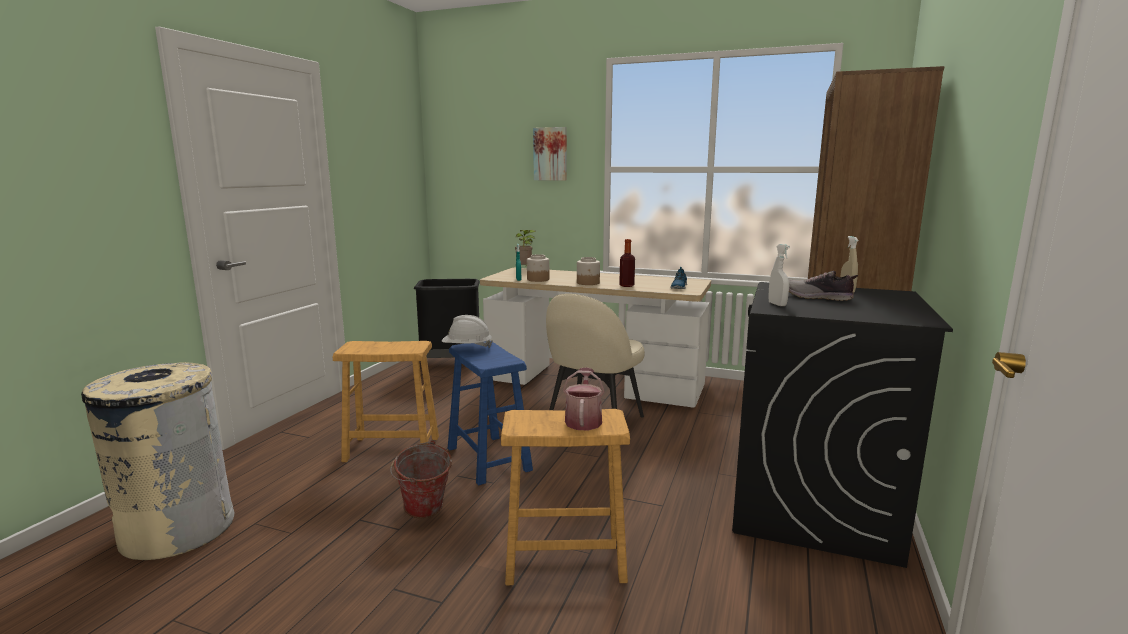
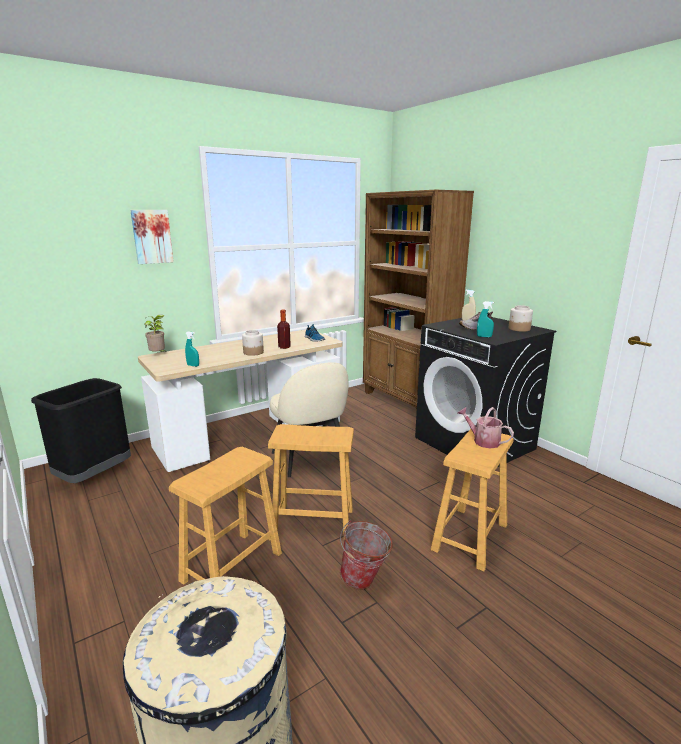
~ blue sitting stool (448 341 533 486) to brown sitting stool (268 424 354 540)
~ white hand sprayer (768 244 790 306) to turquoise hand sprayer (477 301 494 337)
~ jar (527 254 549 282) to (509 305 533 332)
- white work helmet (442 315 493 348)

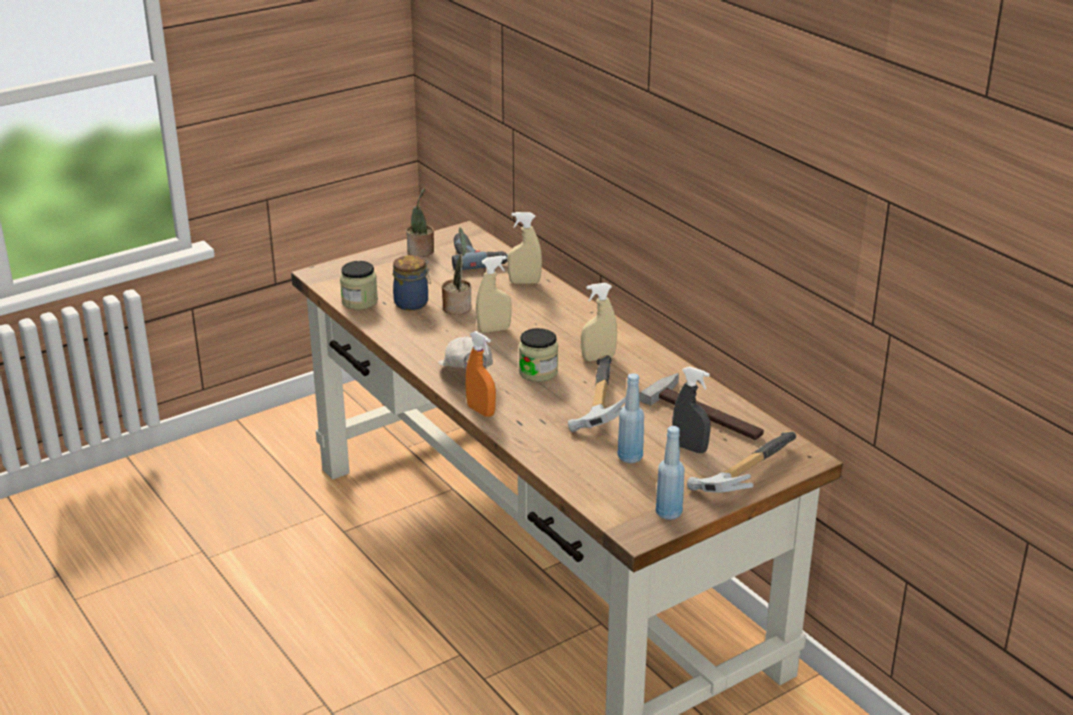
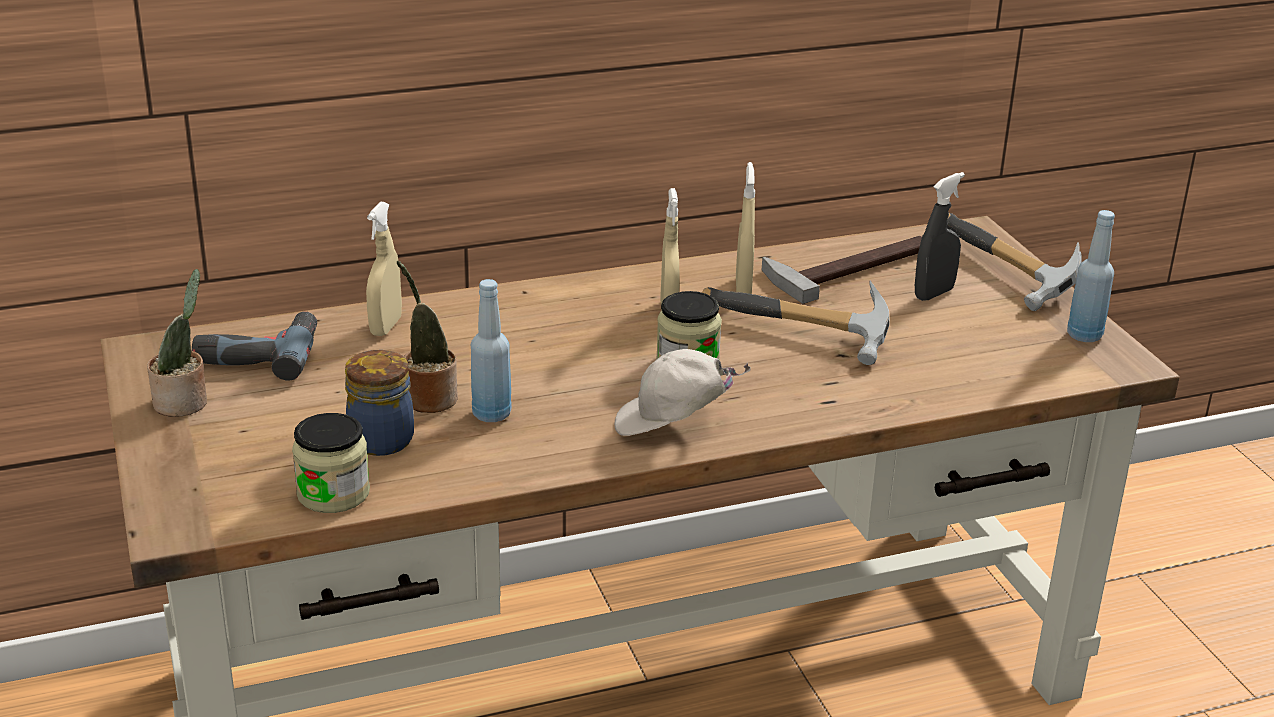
~ blue bottle (618 373 644 463) to (471 279 512 422)
~ sand-coloured hand sprayer (476 256 512 333) to (736 162 755 294)
- orangey hand sprayer (466 331 496 417)

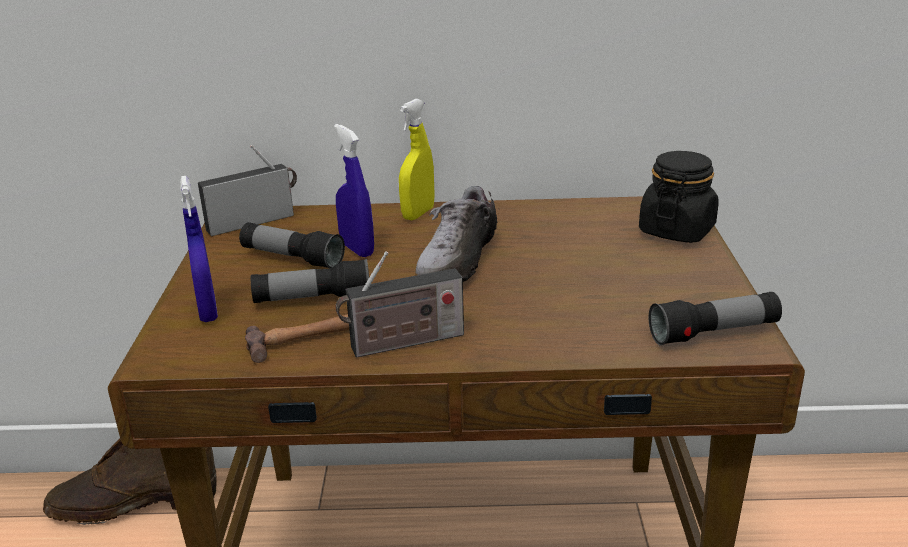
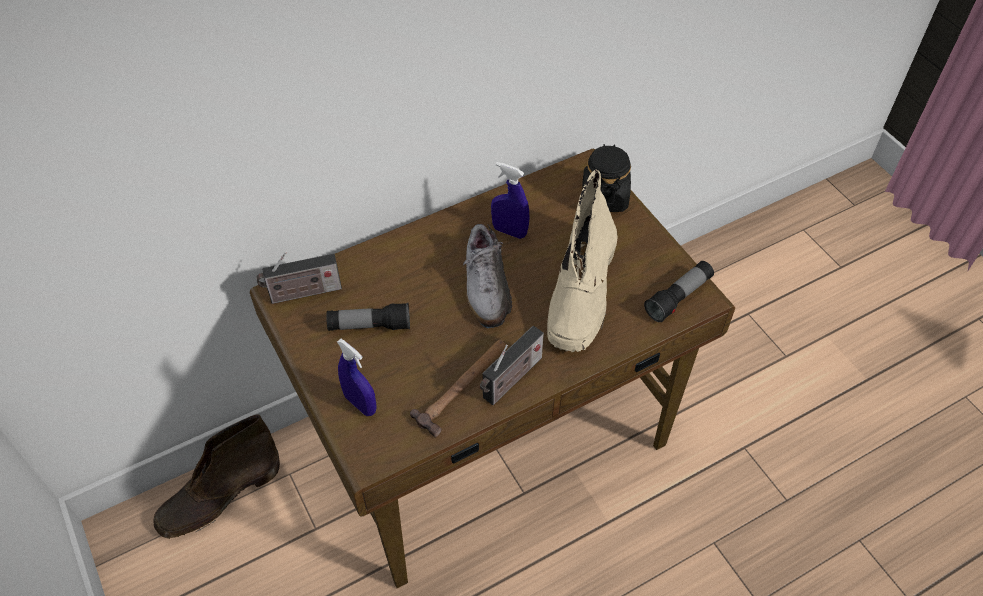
~ radio (198 145 297 236) = (256 252 342 304) 135 degrees counterclockwise
~ blue hand sprayer (334 124 374 257) to (491 162 530 239)
+ sand-coloured tall boot (547 170 618 352)
- hand torch (251 259 369 303)
- yellow hand sprayer (399 99 435 220)

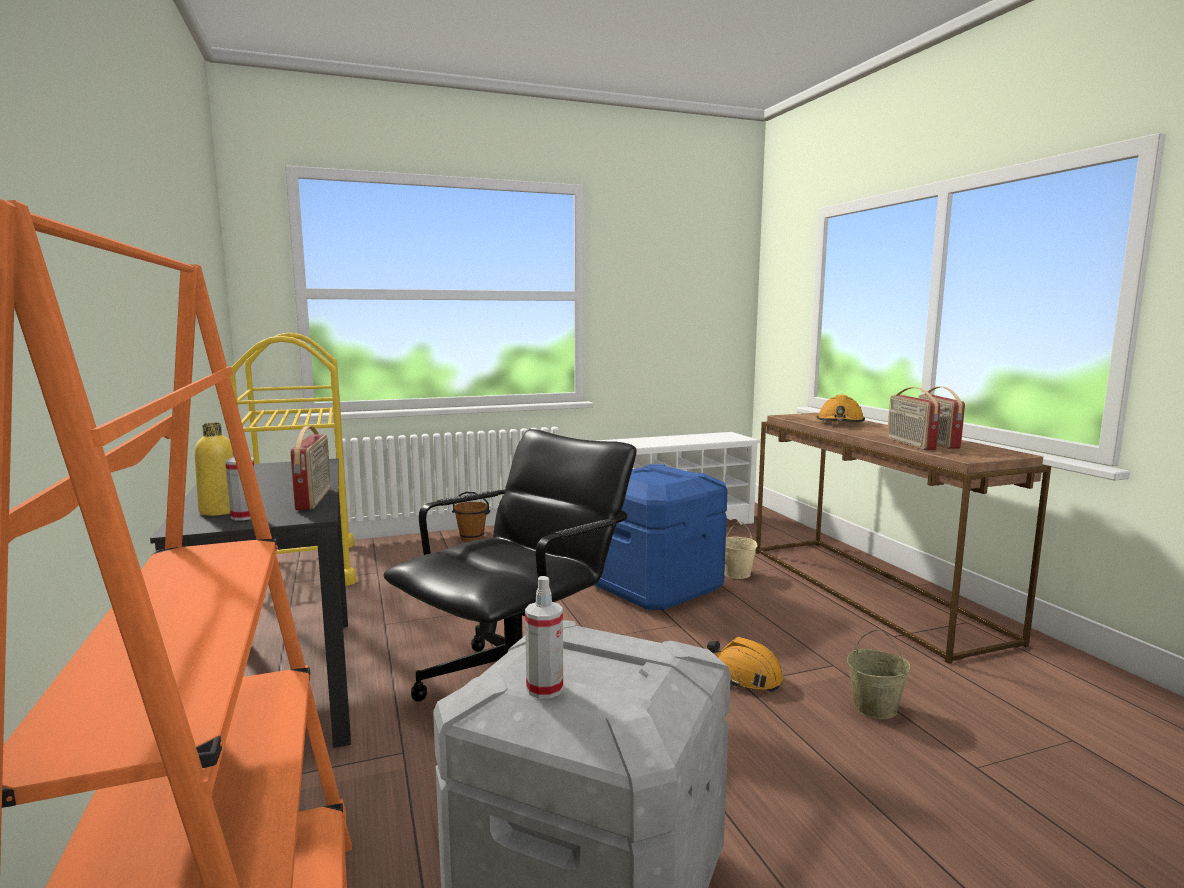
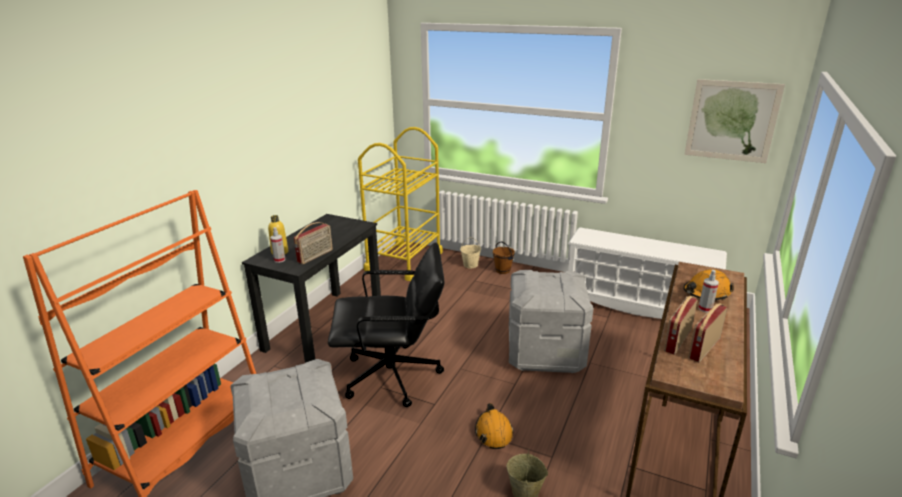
~ sand-coloured water bucket (724 521 757 579) to (460 237 481 268)
~ blue storage bin (595 464 727 610) to grey storage bin (509 270 594 373)
+ wall picture (684 79 785 163)
~ hand sprayer (525 576 563 699) to (698 270 719 313)

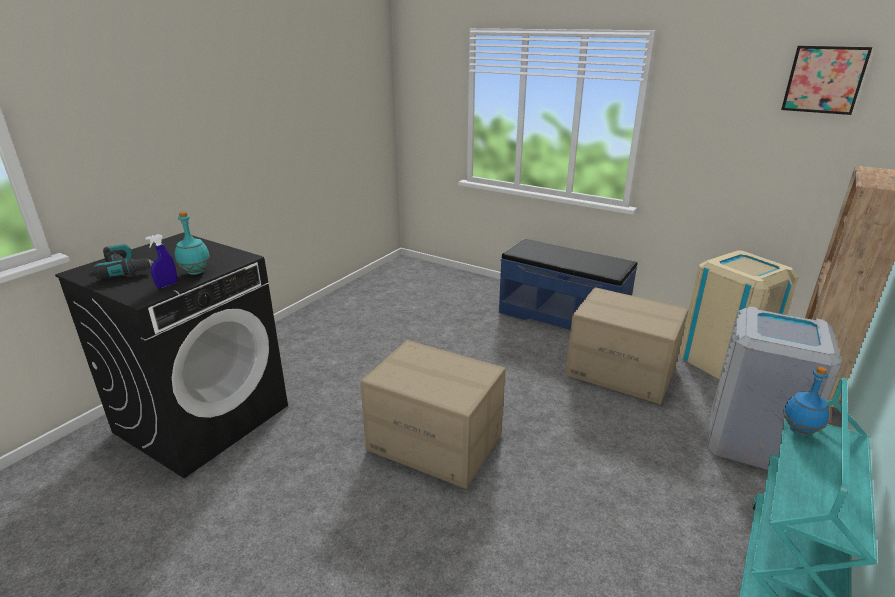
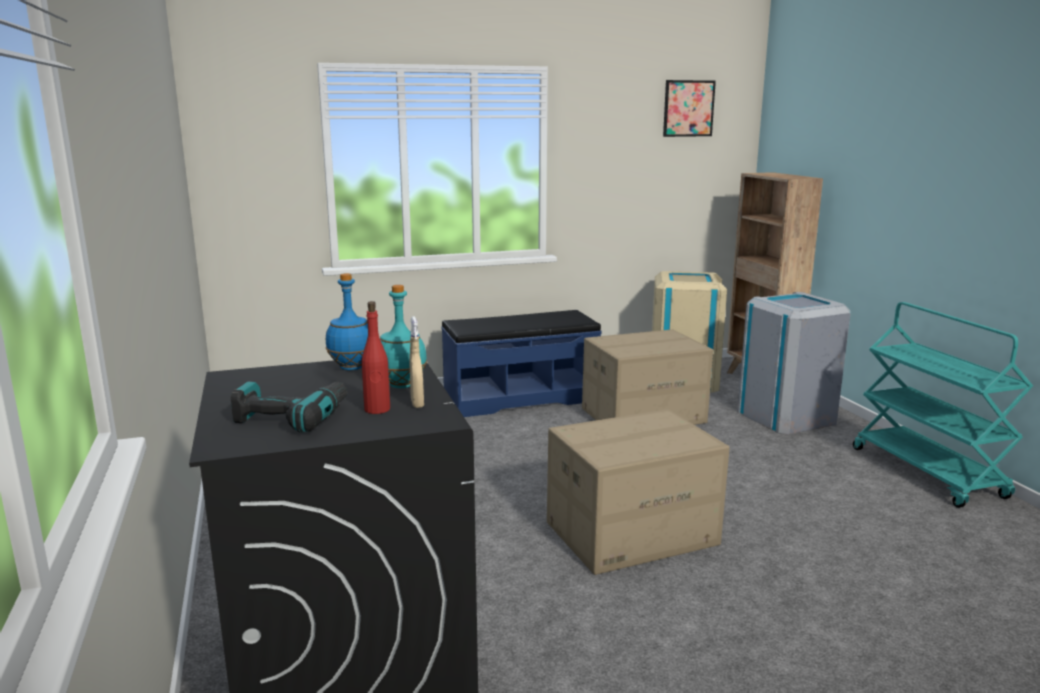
~ blue bottle (783 367 829 436) to (326 273 368 370)
+ red bottle (362 301 390 414)
~ blue hand sprayer (145 234 177 288) to sand-coloured hand sprayer (410 316 424 408)

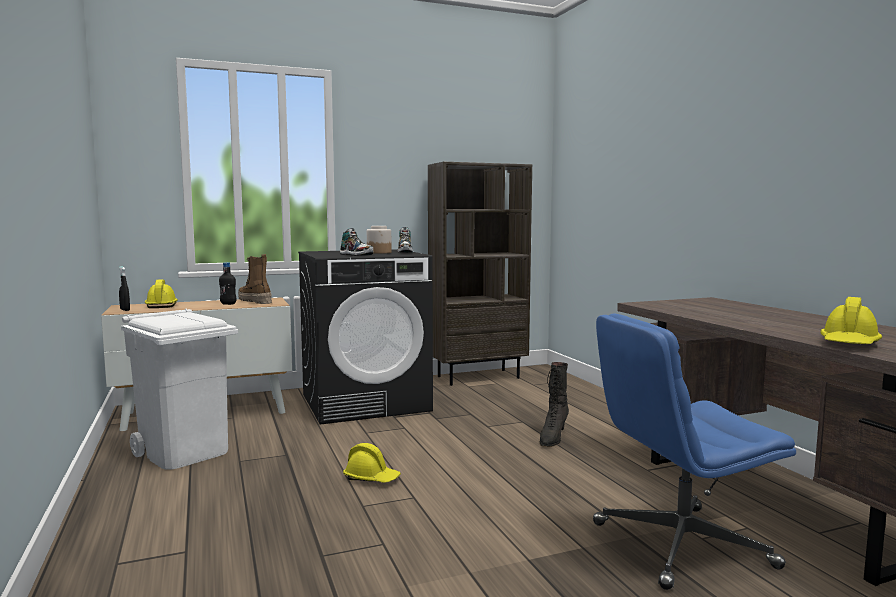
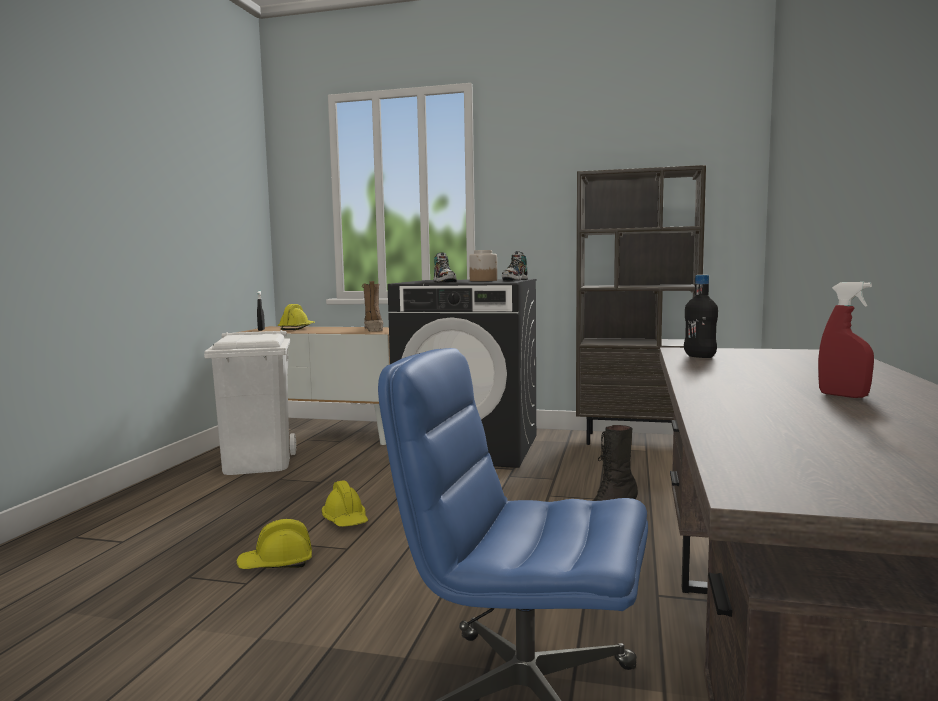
~ yellow work helmet (820 297 882 344) to (236 519 312 569)
~ black bottle (219 262 237 305) to (684 275 718 358)
+ red hand sprayer (818 282 874 398)

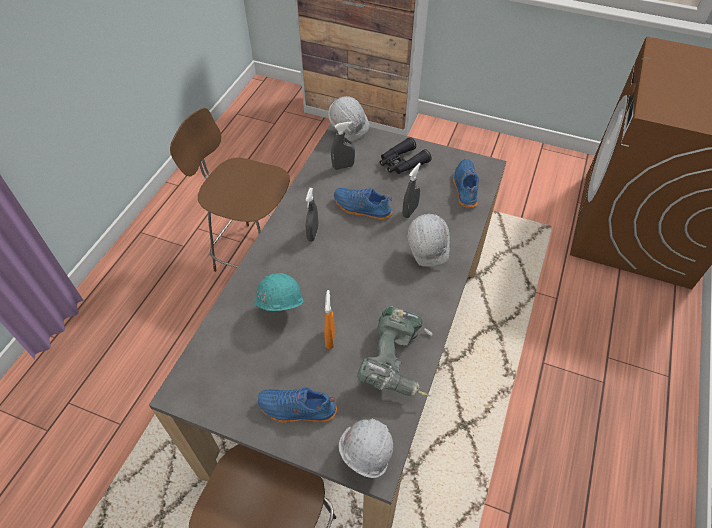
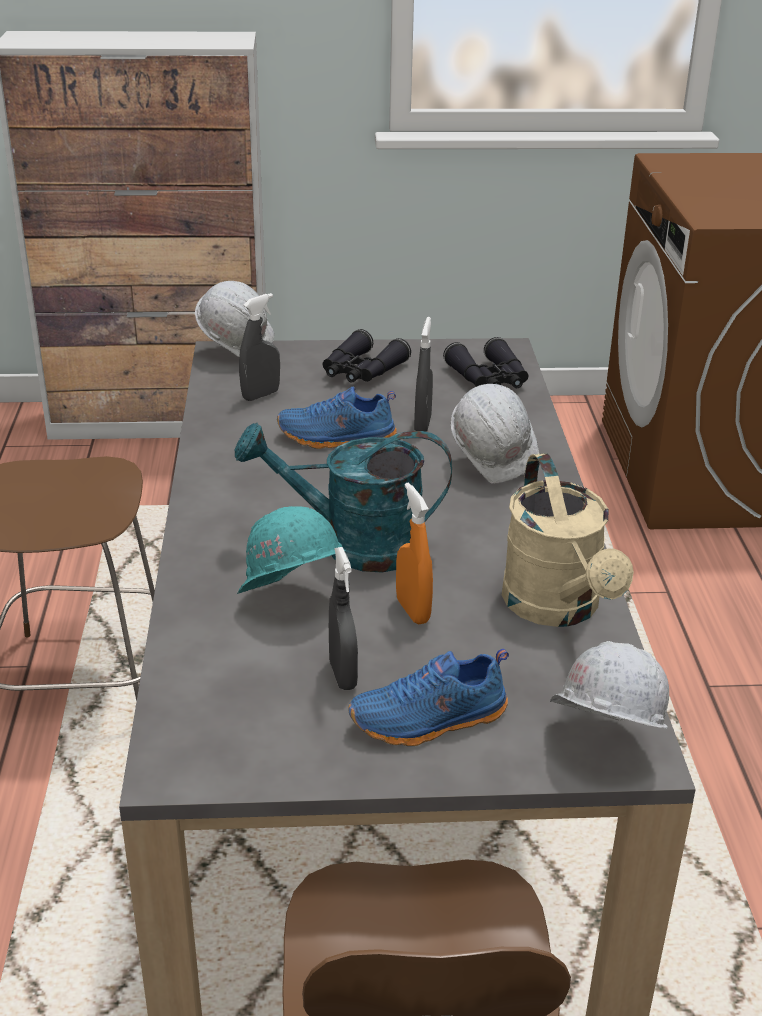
+ turquoise watering pot (235 423 452 572)
~ grey hand sprayer (306 188 318 242) to (329 547 358 690)
~ blue low shoe (453 159 479 208) to black field glasses (443 337 528 388)
~ electric drill (357 306 433 396) to sand-coloured watering pot (502 453 634 627)

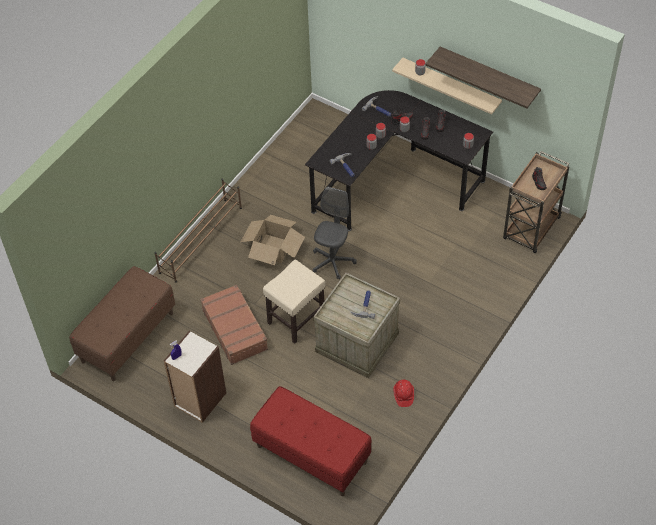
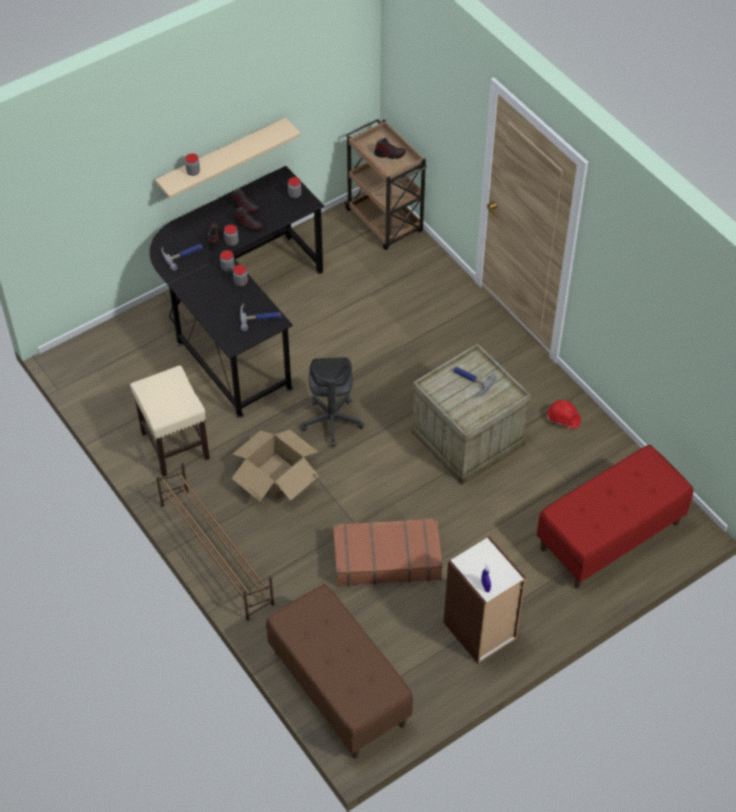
~ sand-coloured sitting stool (263 260 325 344) to (130 365 210 477)
~ grey desk chair (313 187 357 279) = (301 357 364 447) 135 degrees counterclockwise
- bracket shelf (425 47 541 108)

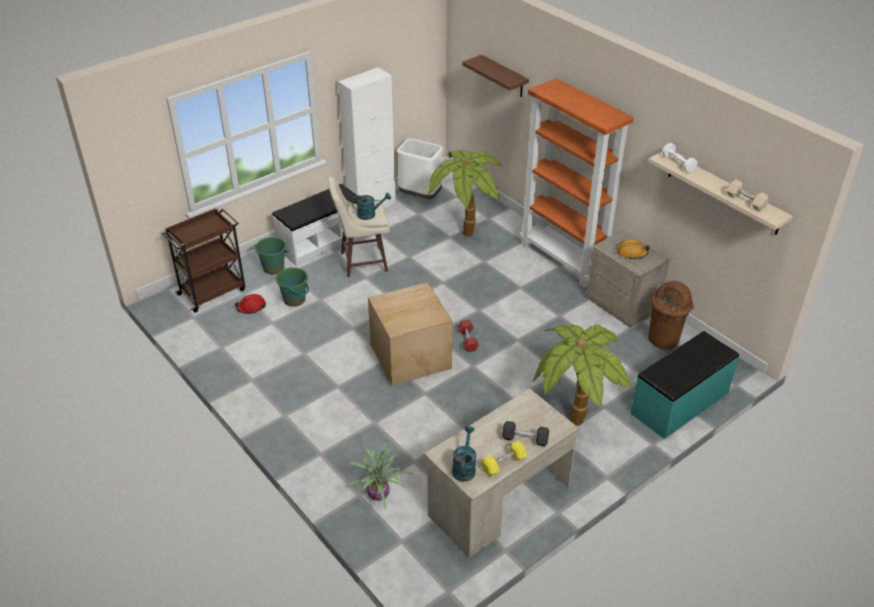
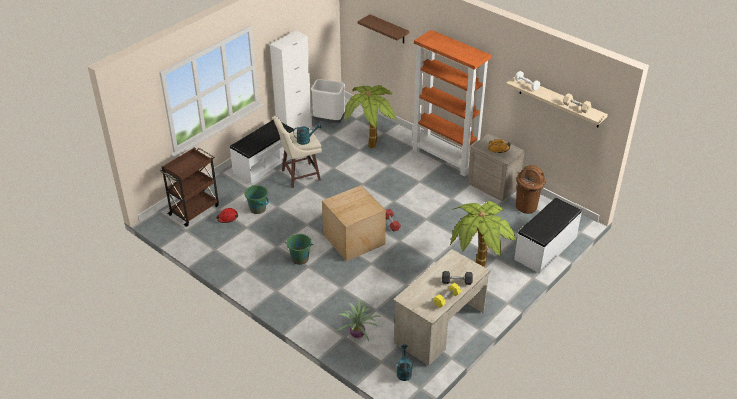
~ greenish water bucket (254 237 289 274) to (285 234 313 265)
~ turquoise watering pot (452 426 476 482) to (397 345 412 381)
~ turquoise bench (630 331 739 439) to white bench (514 198 582 274)

